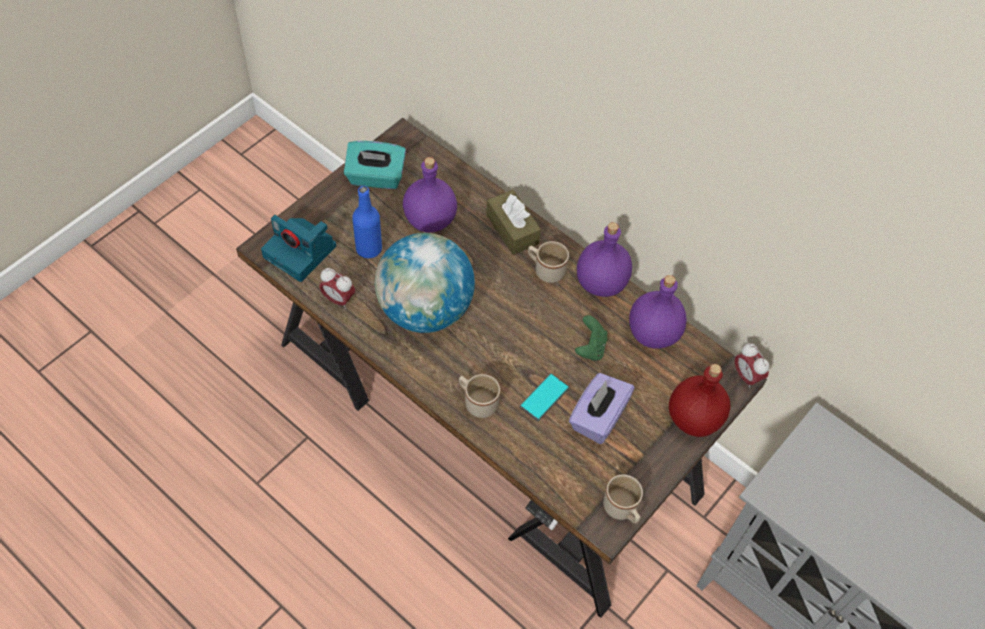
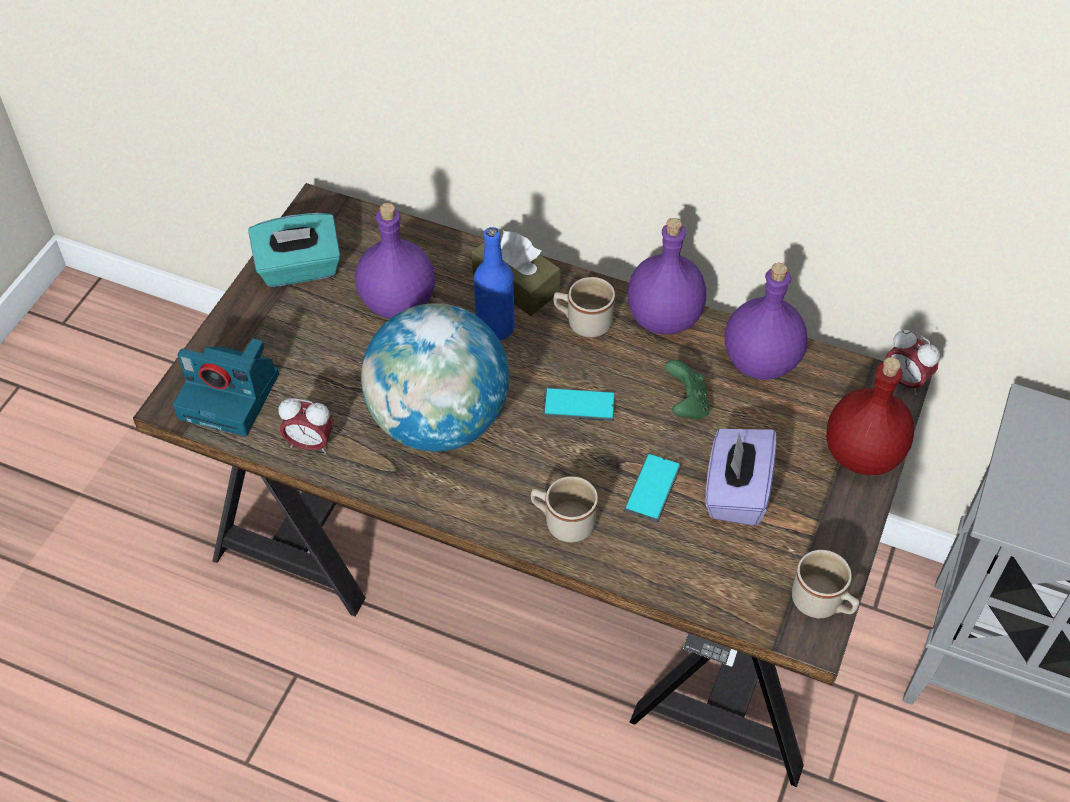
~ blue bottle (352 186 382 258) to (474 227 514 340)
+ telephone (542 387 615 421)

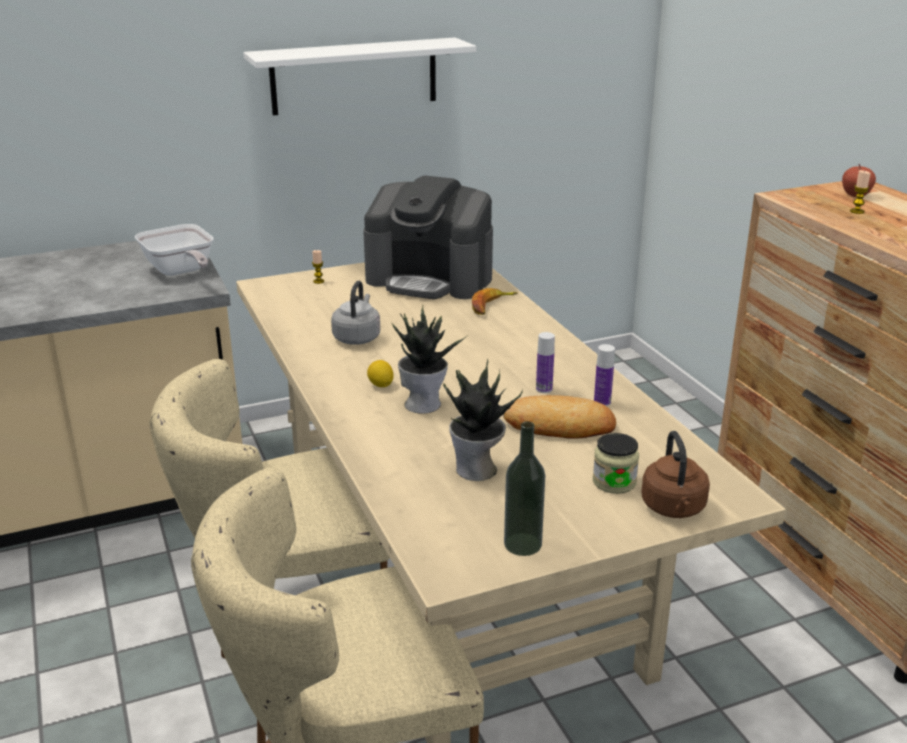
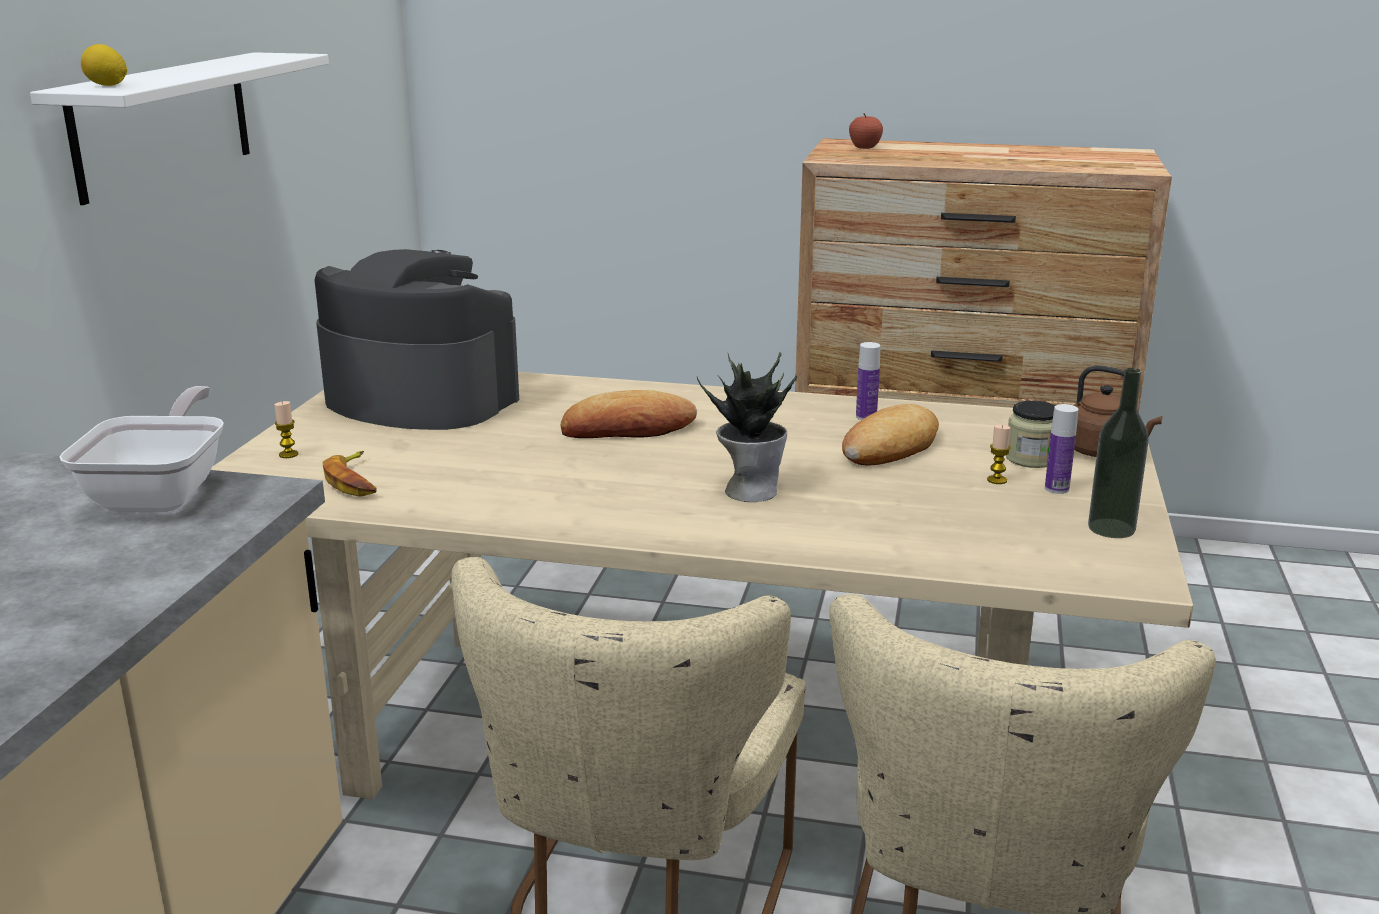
~ frying pan (135 224 214 276) = (60 386 224 512) 90 degrees counterclockwise
~ whole lemon (367 360 394 387) to (81 44 127 86)
~ coffee maker (363 175 493 299) = (315 249 519 430) 120 degrees counterclockwise
~ whole banana (472 288 518 315) to (323 451 377 496)
+ bakery bread (561 390 697 438)
~ wax candle (850 170 871 214) to (987 425 1011 484)
~ bottle (536 332 555 393) to (1045 404 1078 494)
- grey kettle (331 281 380 345)
- plant in a pot (443 359 523 481)

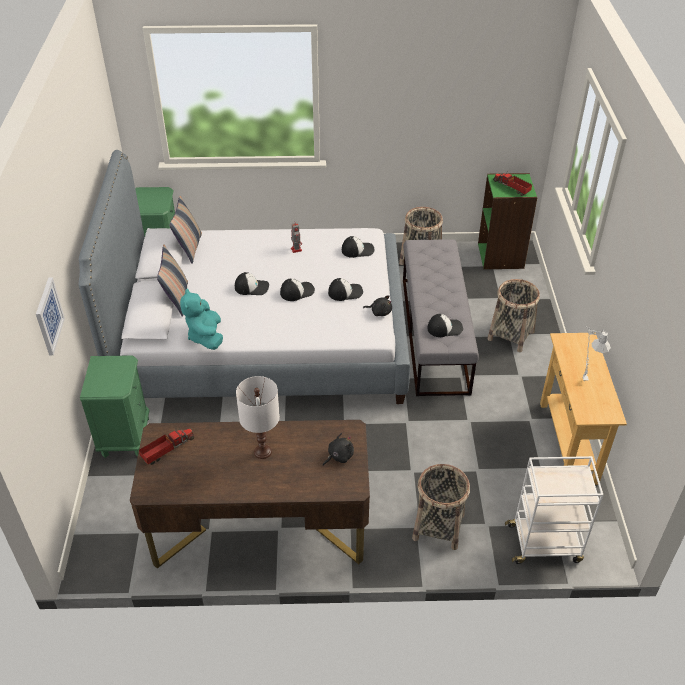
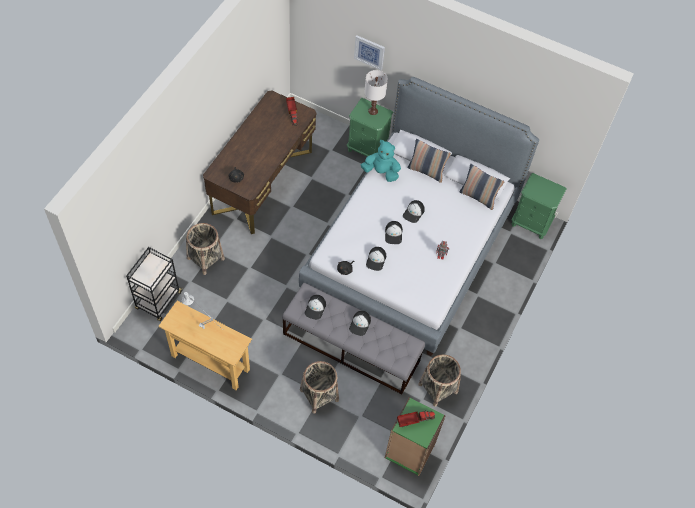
~ white trolley (505 456 603 564) to black trolley (126 247 183 321)
~ baseball cap (342 236 374 258) to (349 311 371 336)
~ white table lamp (236 376 280 459) to (364 70 388 115)

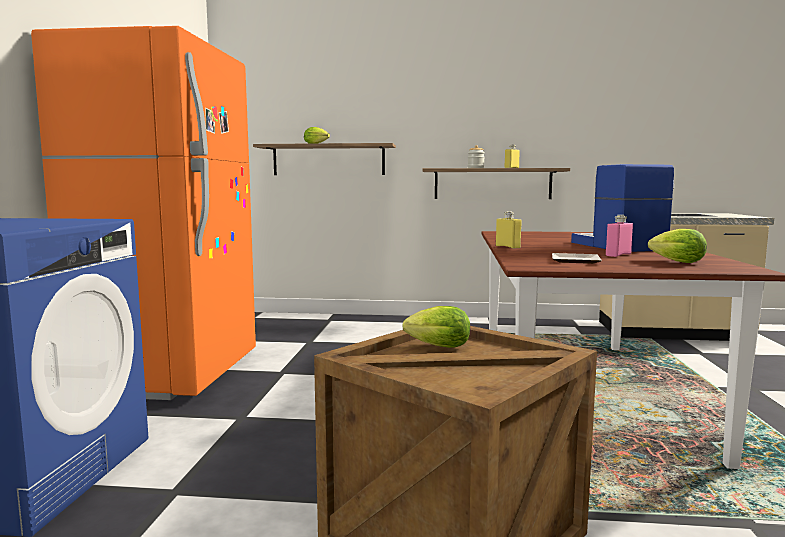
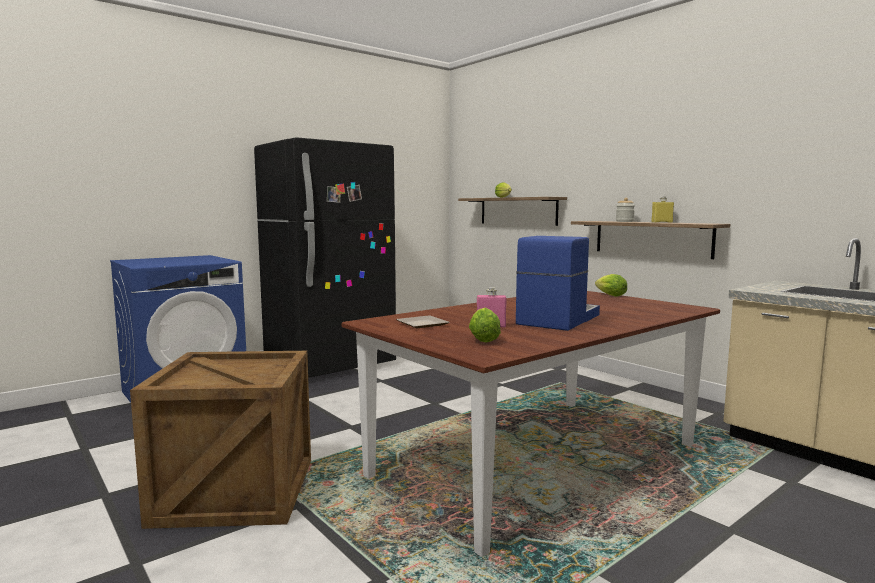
~ orangey fridge (31 26 256 400) to black fridge (254 137 396 378)
~ lettuce head (402 306 470 348) to (595 274 627 297)
- yellow bottle (496 211 521 249)

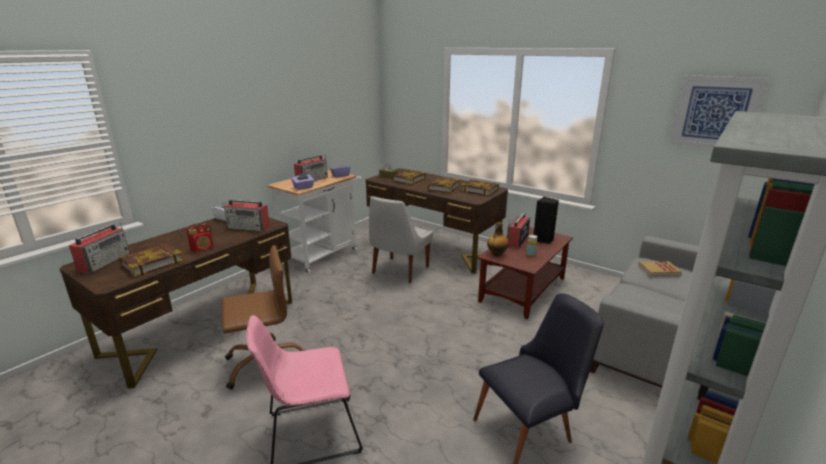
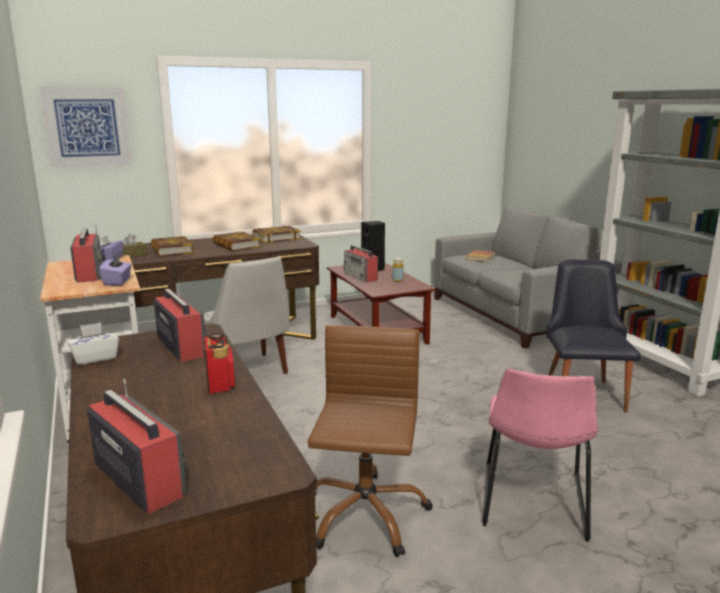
~ wall picture (670 75 768 148) to (40 87 132 168)
~ radio (224 199 270 231) = (154 283 208 362) 75 degrees counterclockwise
- bound book (119 244 183 277)
- bottle (487 222 509 256)

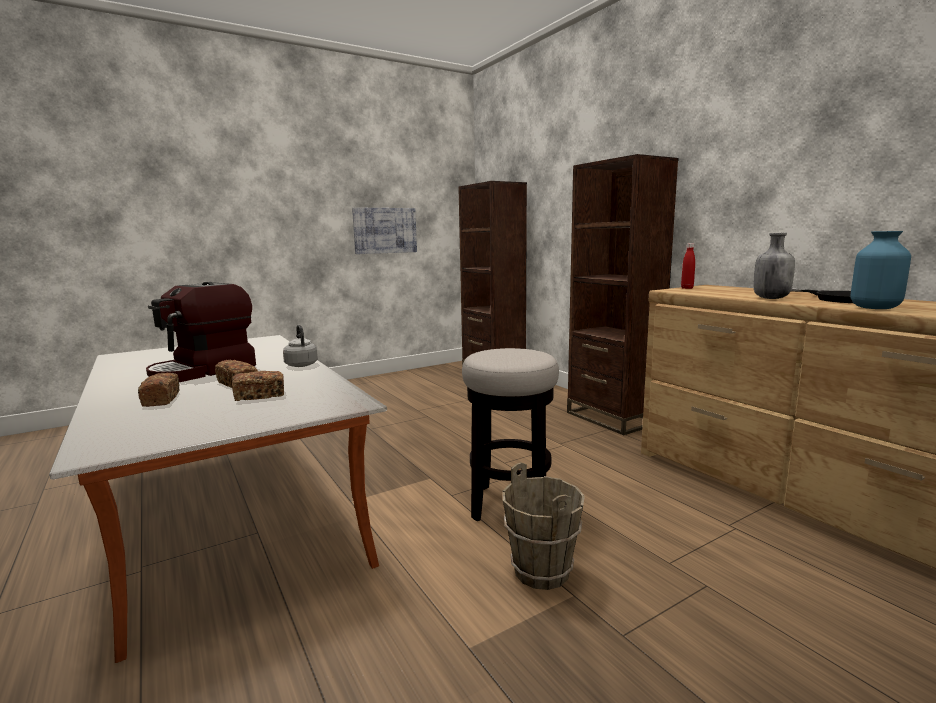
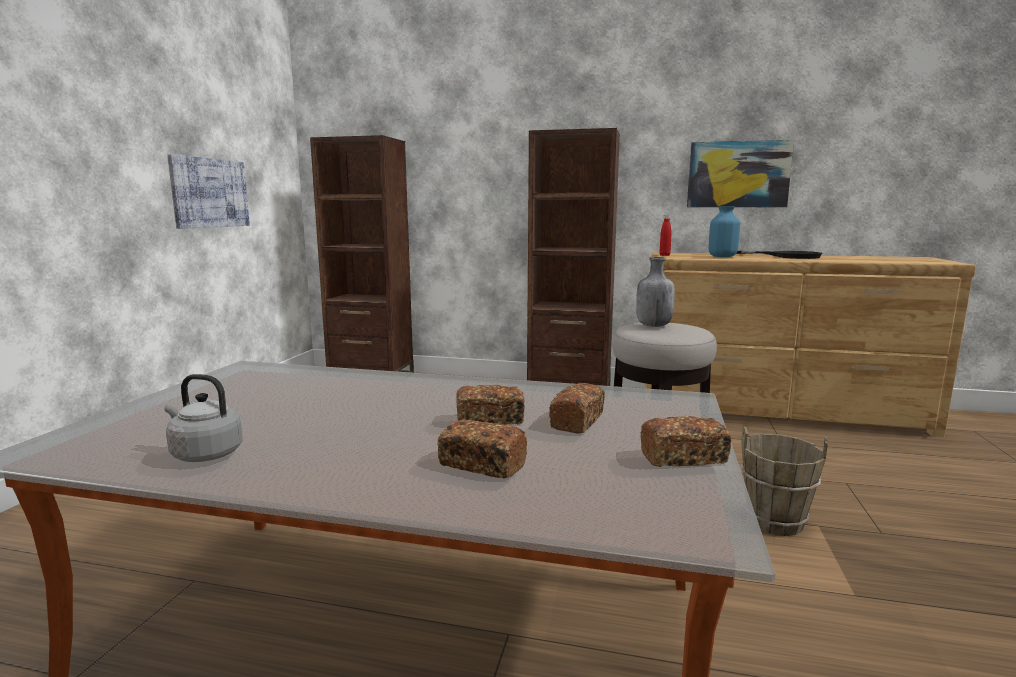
~ grey kettle (283 325 318 367) to (164 374 243 462)
~ grey bottle (754 233 795 299) to (636 257 675 327)
+ bakery bread (640 416 731 467)
+ wall picture (687 140 794 207)
~ blue flower vase (851 231 911 309) to (708 207 740 257)
- coffee maker (146 282 256 382)

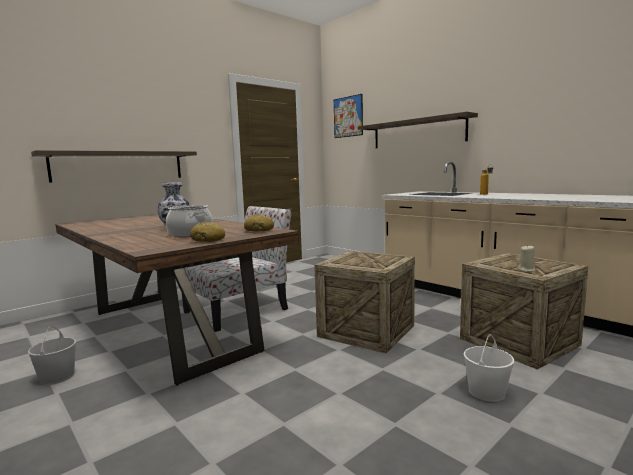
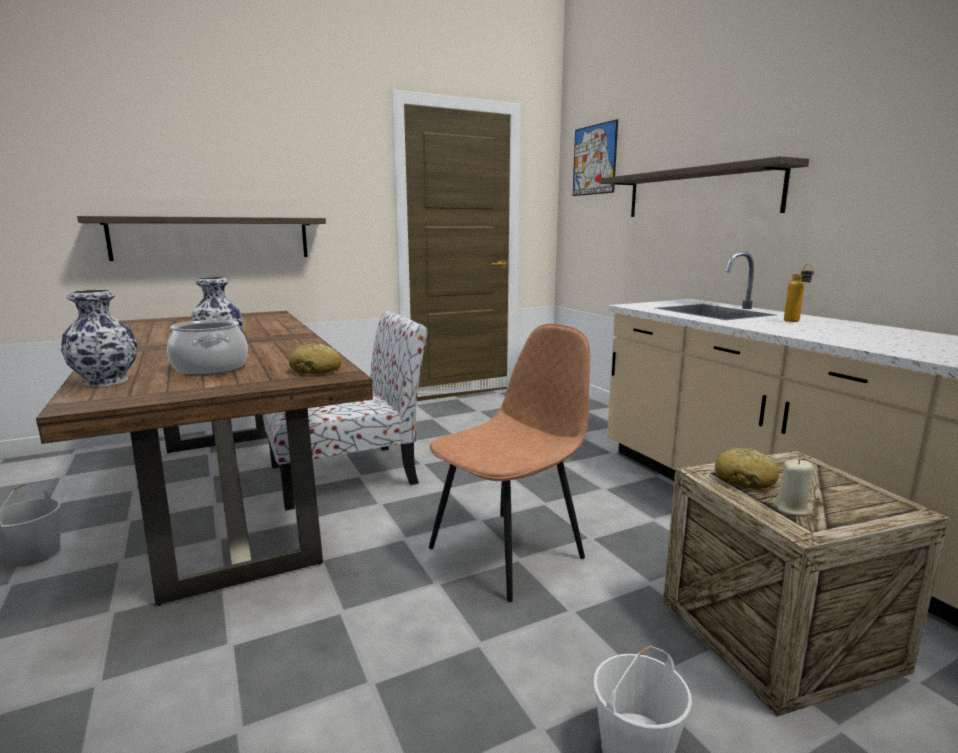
+ flower vase (61 290 137 387)
~ crate (314 251 415 353) to brown plain chair (429 324 590 602)
~ bakery bread (190 222 225 242) to (715 448 779 489)

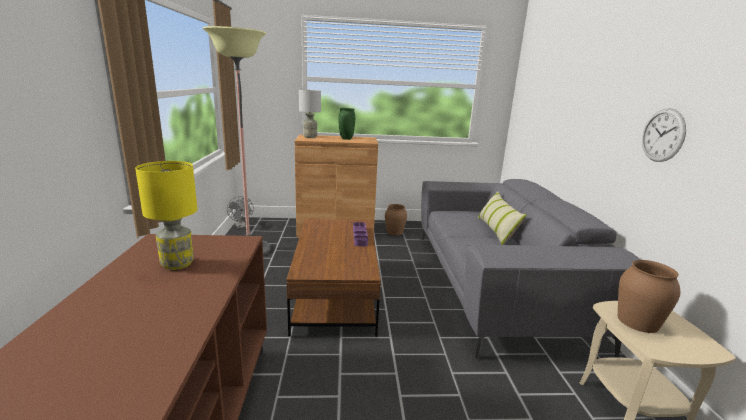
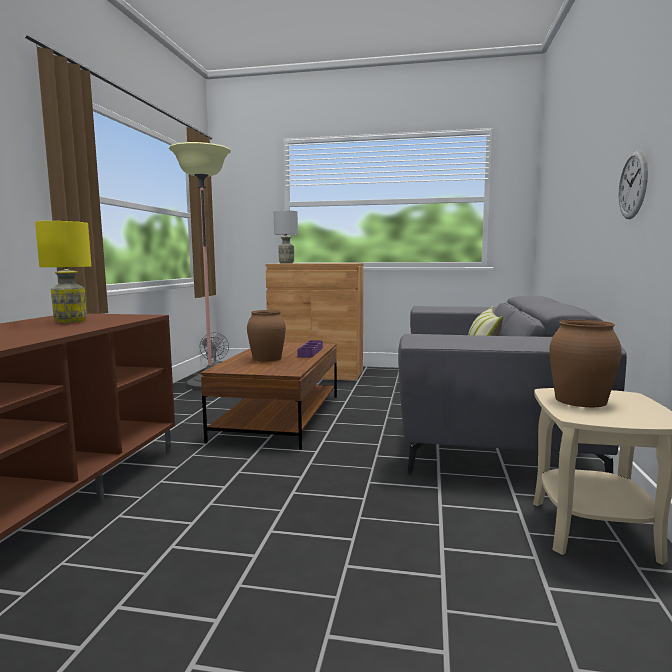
~ brown flower vase (385 204 407 235) to (247 310 286 361)
- greenish flower vase (338 108 355 140)

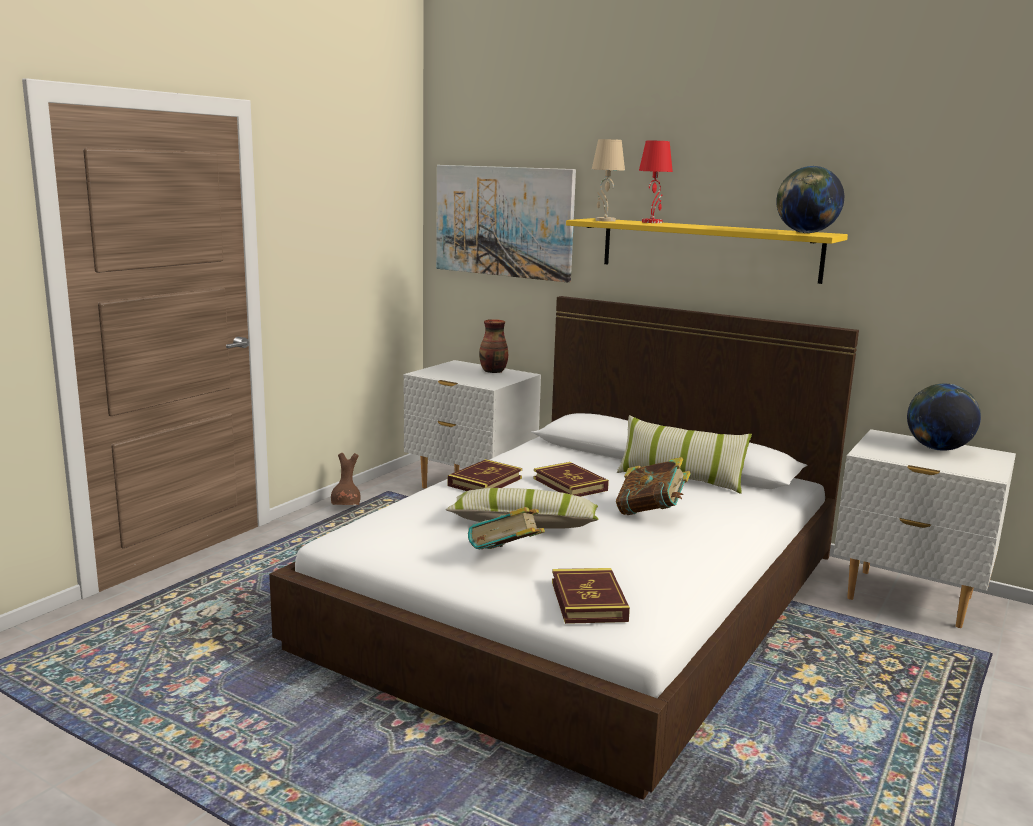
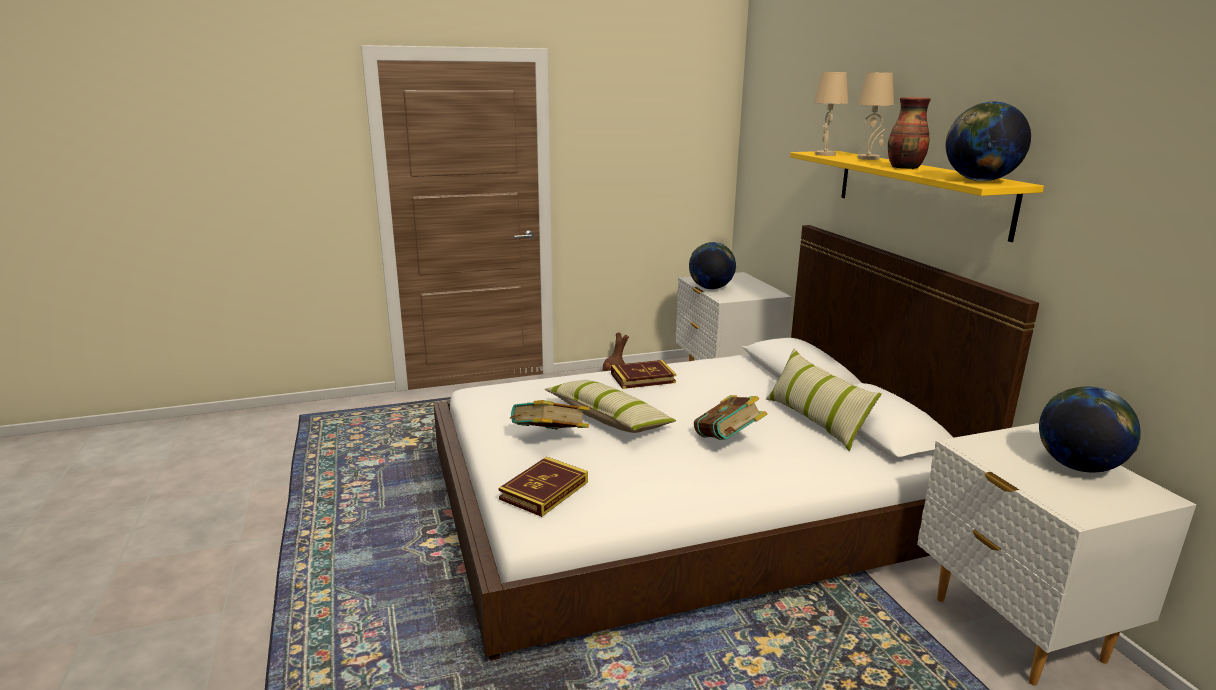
+ desk globe (689 242 736 289)
~ red table lamp (639 141 673 223) to sand-coloured table lamp (857 72 894 160)
~ flower vase (479 319 508 373) to (888 97 931 169)
- wall picture (436 165 576 283)
- bound book (533 462 609 497)

